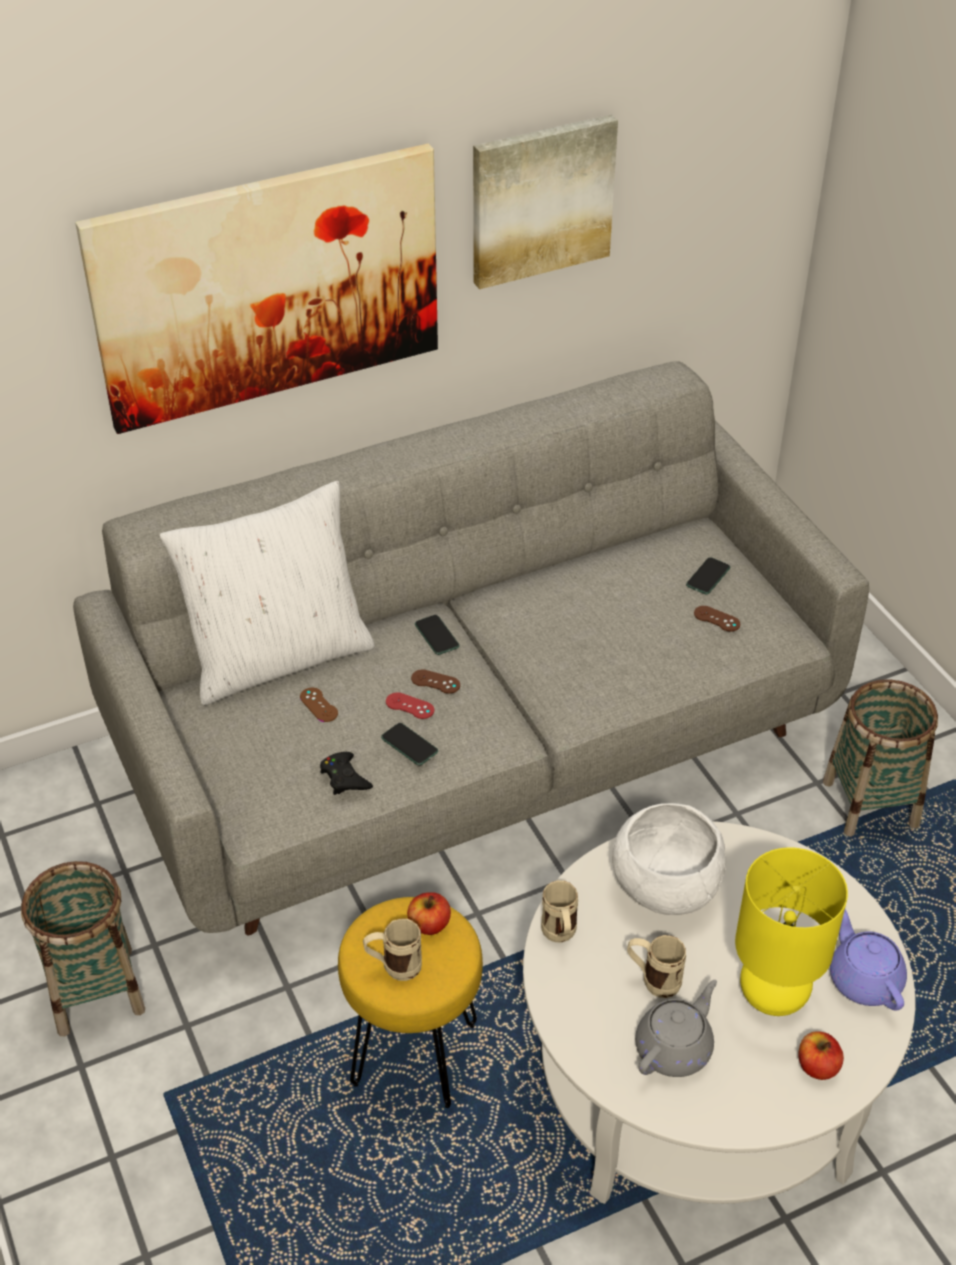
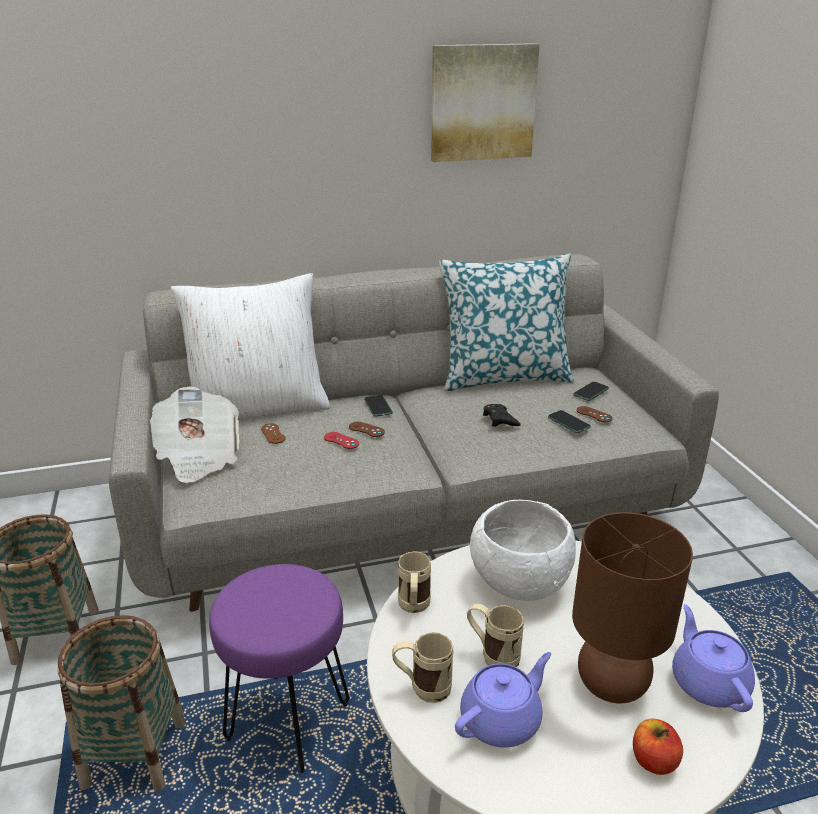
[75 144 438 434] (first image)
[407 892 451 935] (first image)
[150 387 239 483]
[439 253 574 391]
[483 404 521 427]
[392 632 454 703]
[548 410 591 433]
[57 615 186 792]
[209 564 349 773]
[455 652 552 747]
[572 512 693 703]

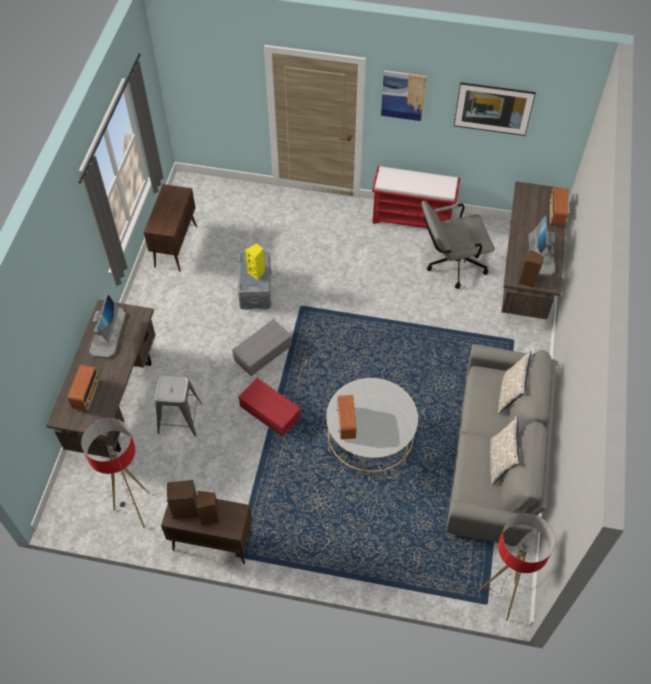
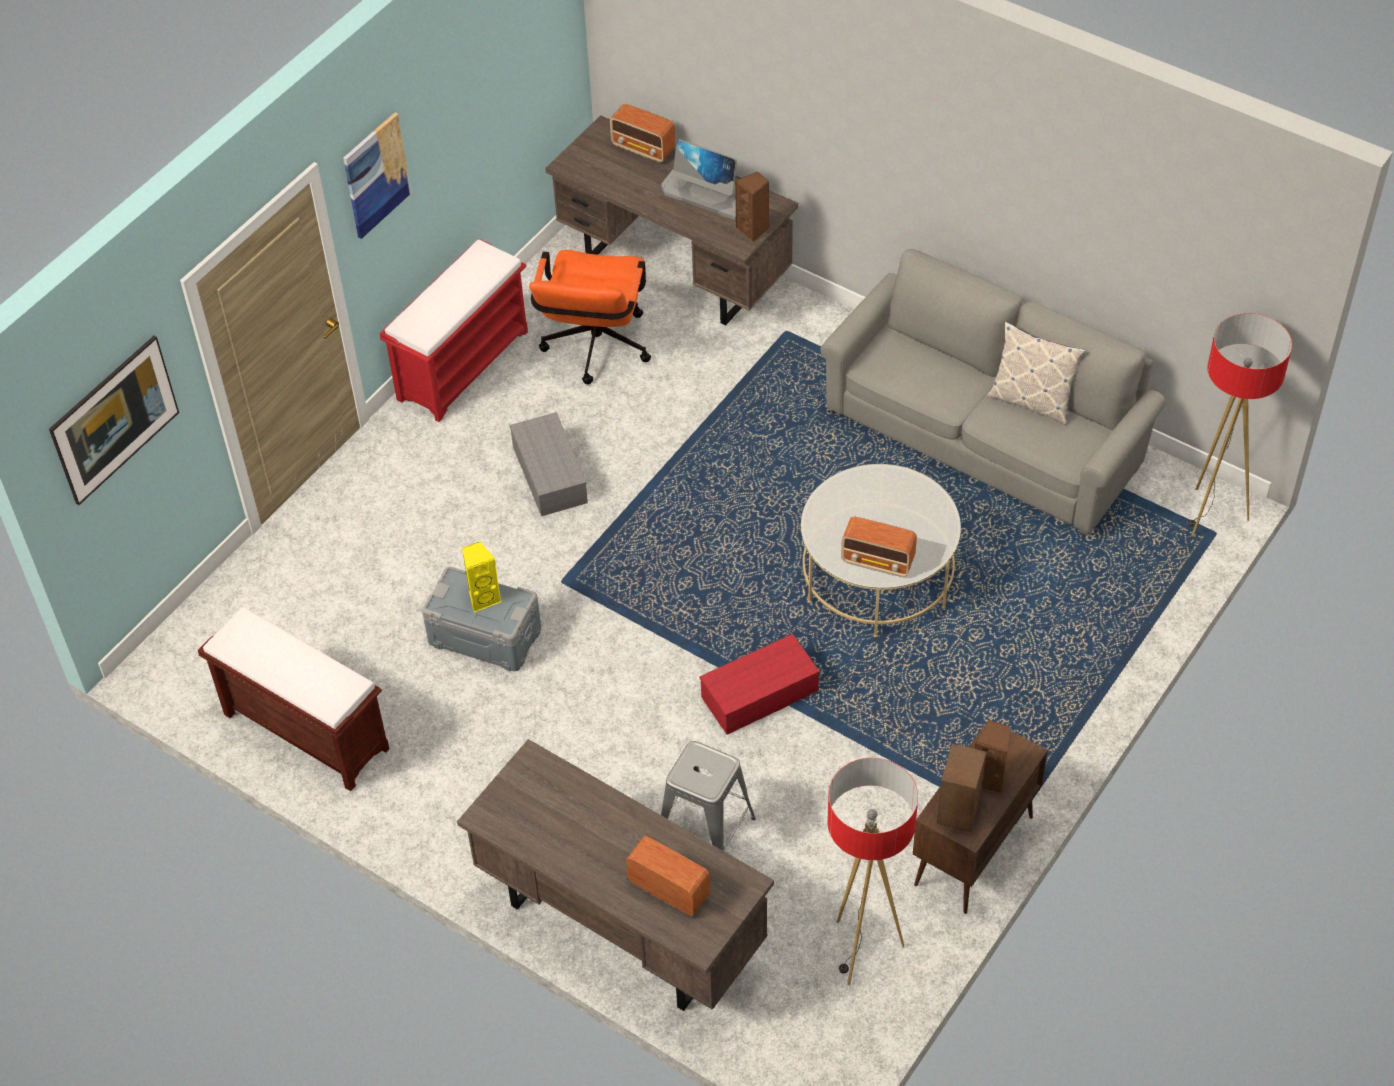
[89 295 126 359] (first image)
[498 351 531 414] (first image)
[510 412 588 516]
[49 336 179 505]
[198 607 390 791]
[529 250 651 384]

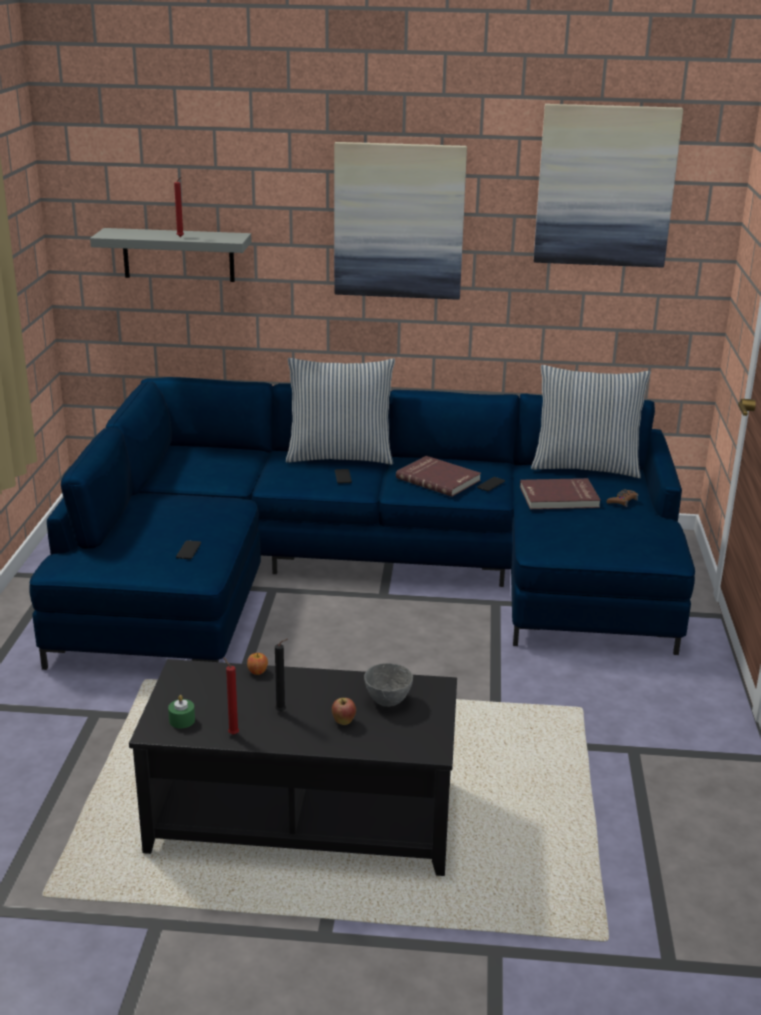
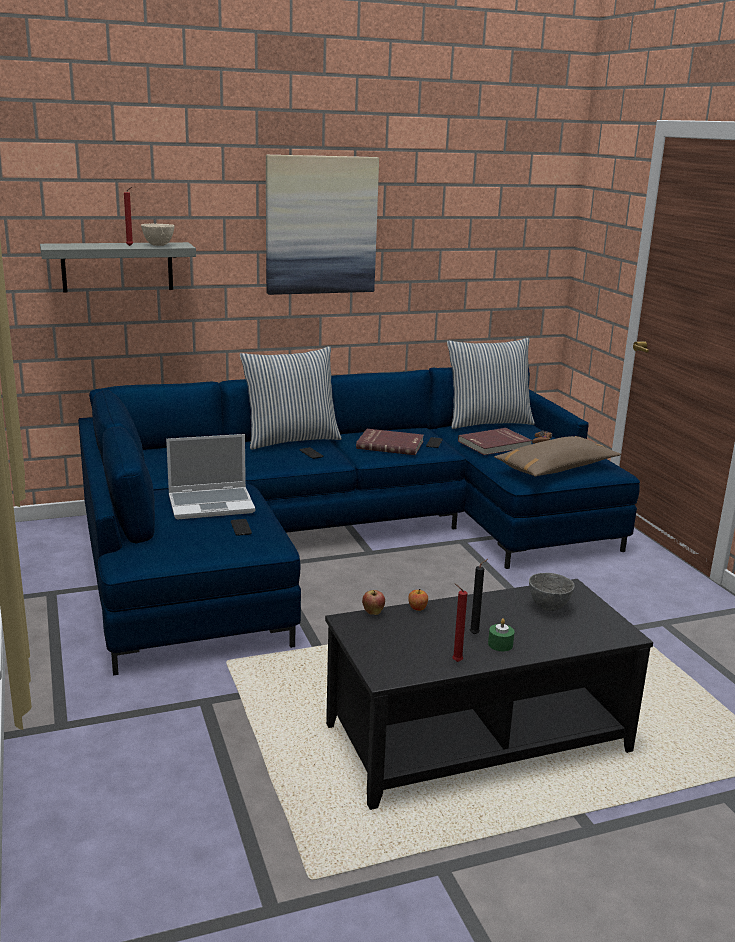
[534 104 683 268] (first image)
[141 224 175 246]
[166 434 255 519]
[494 436 621 477]
[488 618 515 651]
[362 590 385 615]

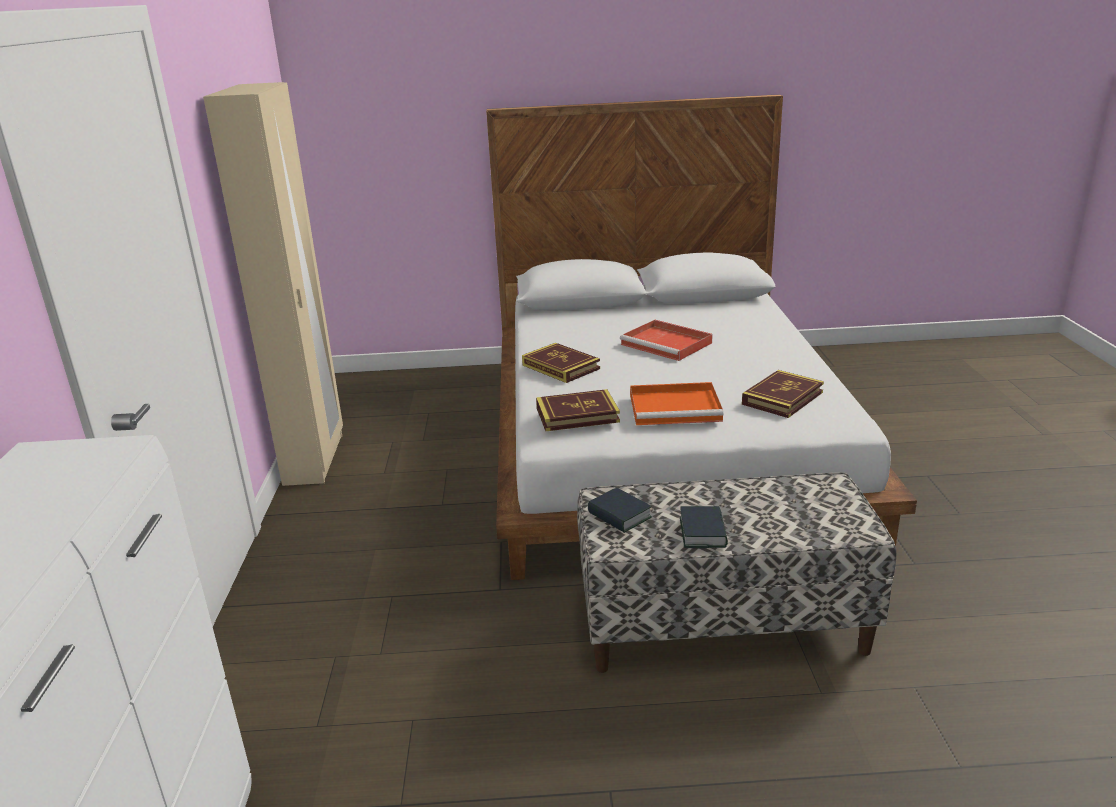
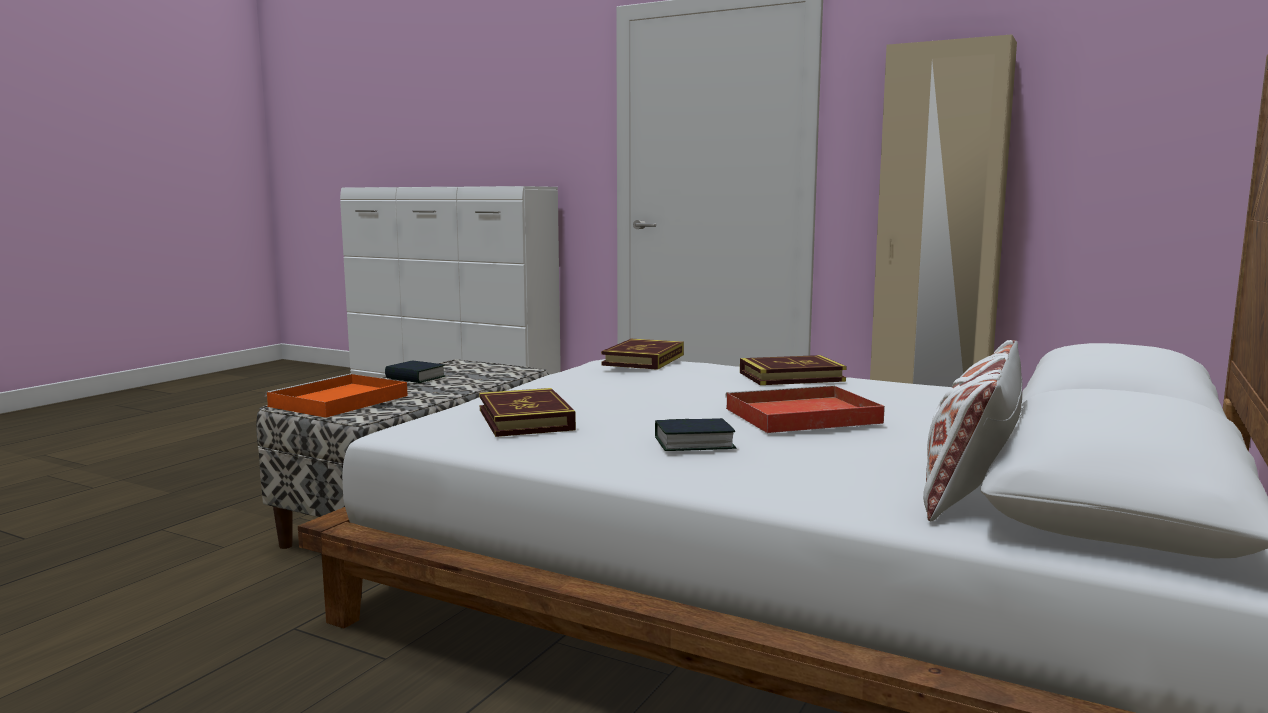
[923 340 1022 521]
[655 418 736 451]
[265 374 408 418]

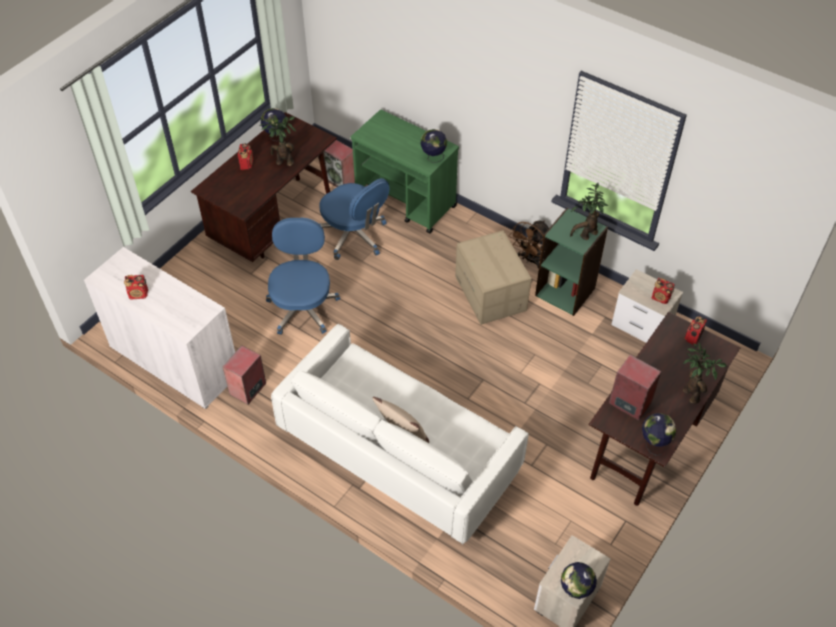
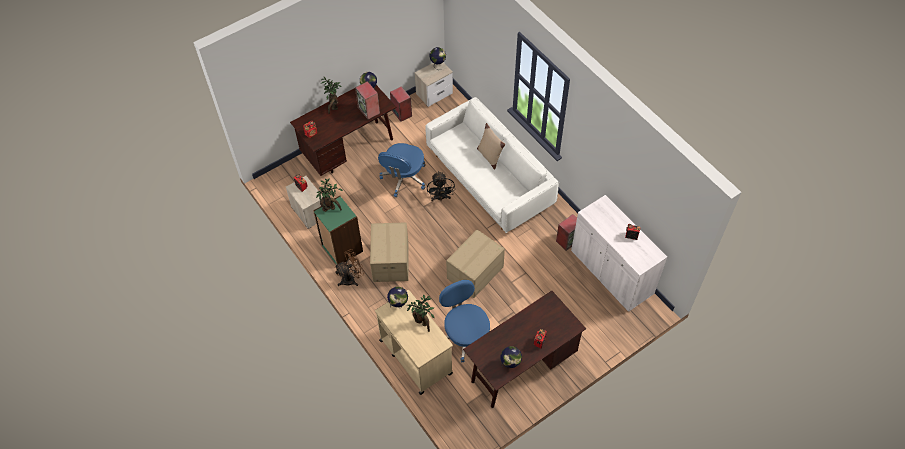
[427 171 455 201]
[446 230 505 298]
[406 294 434 332]
[378 143 426 197]
[390 86 412 122]
[375 290 453 395]

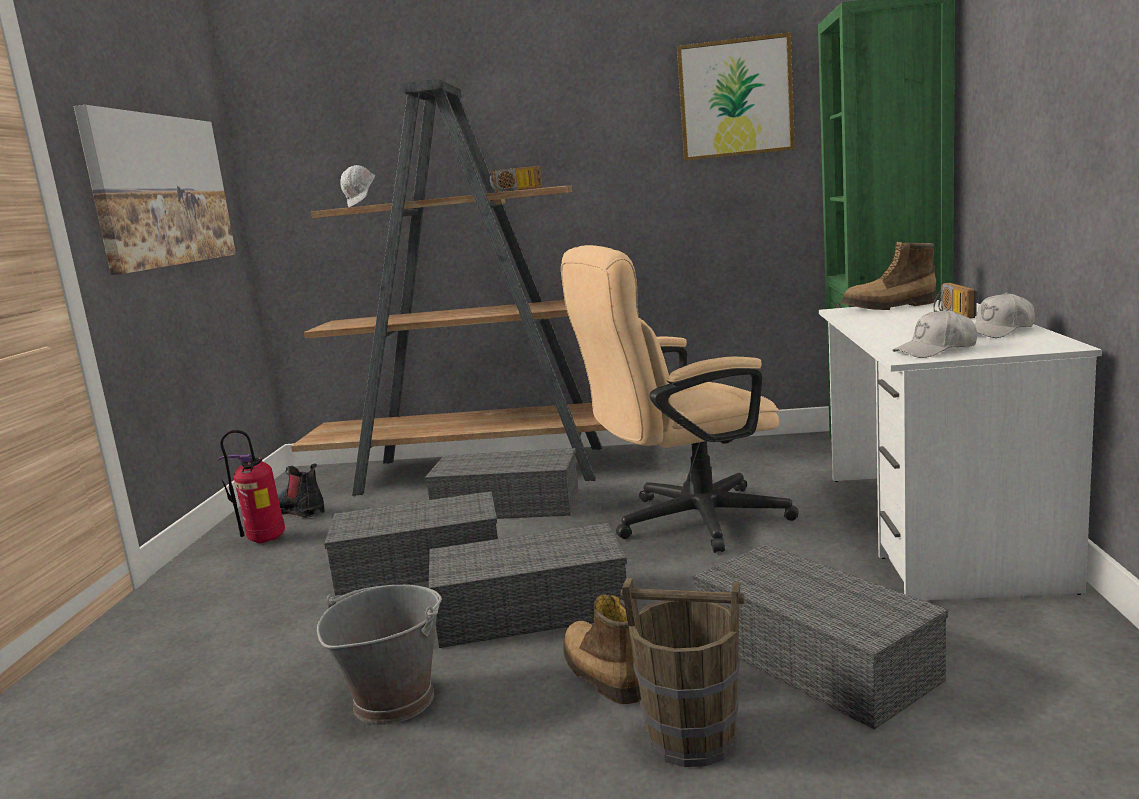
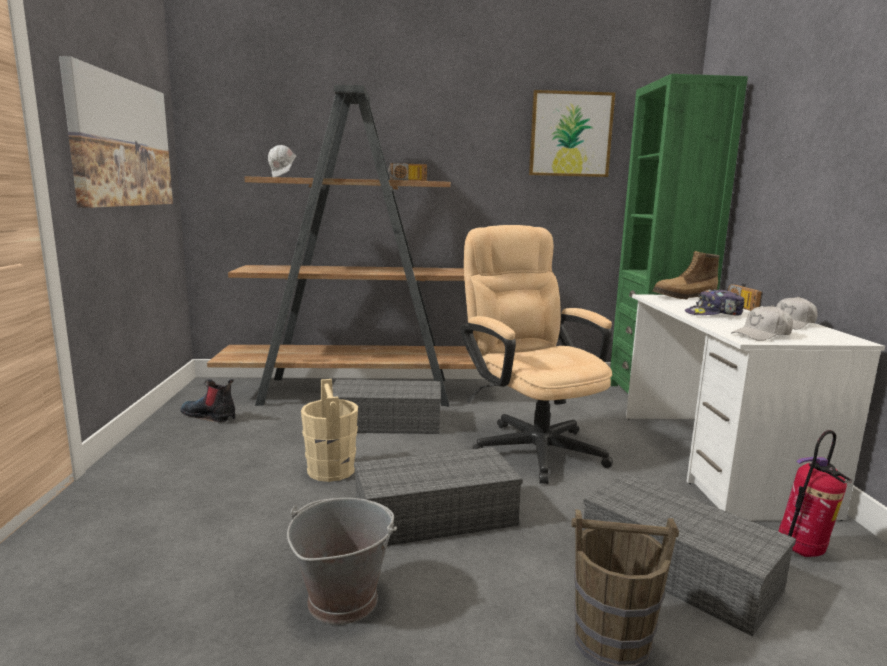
[563 594 641 704] (first image)
[685 289 744 316]
[778 430 852 557]
[301 379 358 482]
[460 225 613 484]

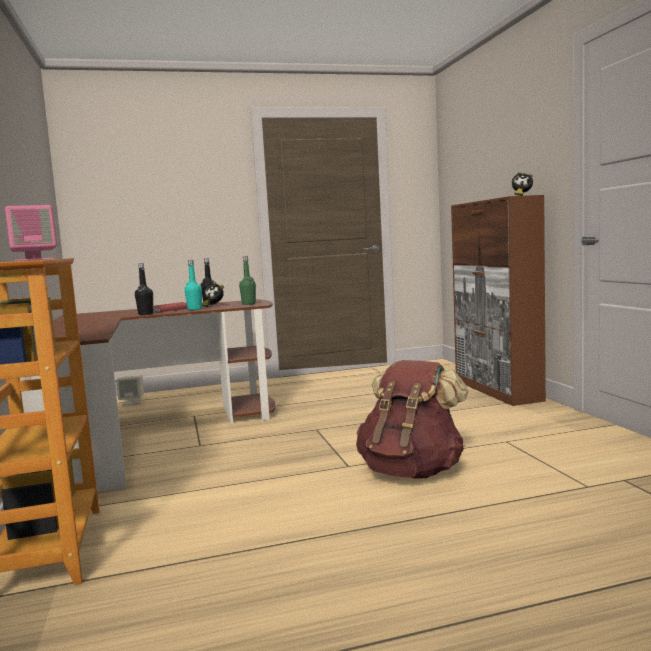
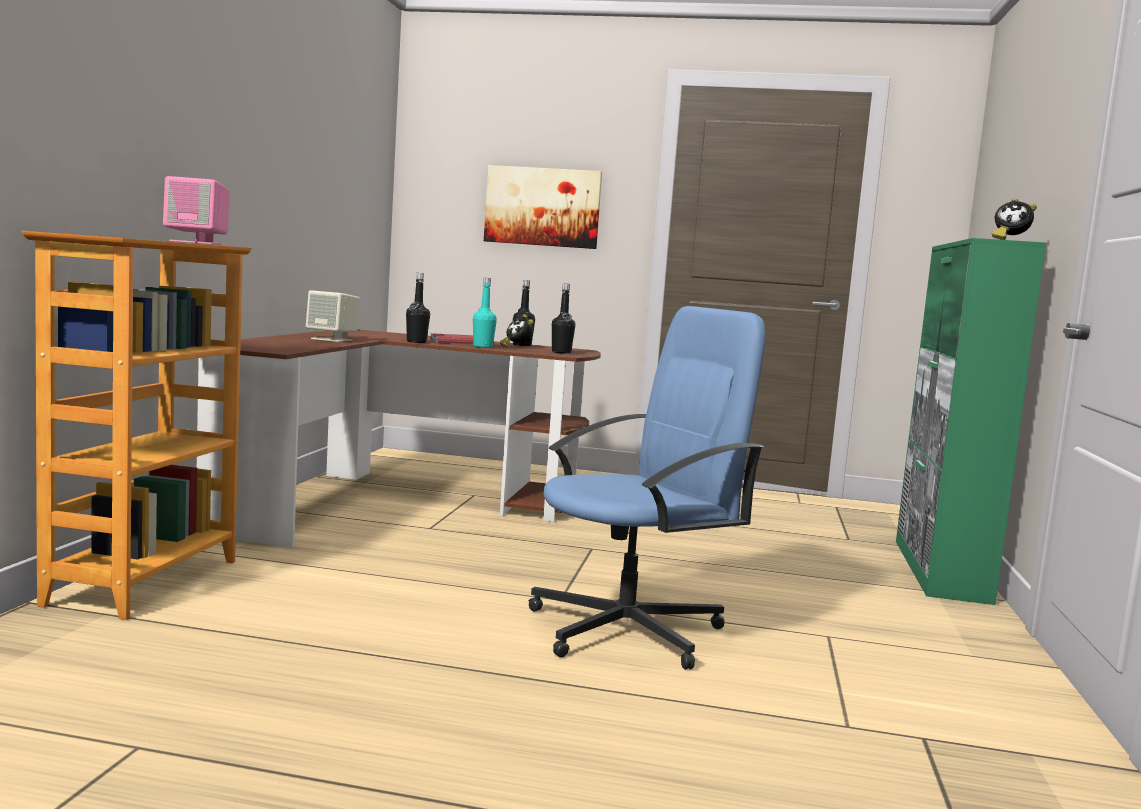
[484 165 602 249]
[306 290 360 342]
[529 306 765 670]
[552 283 575 354]
[896 238 1046 605]

